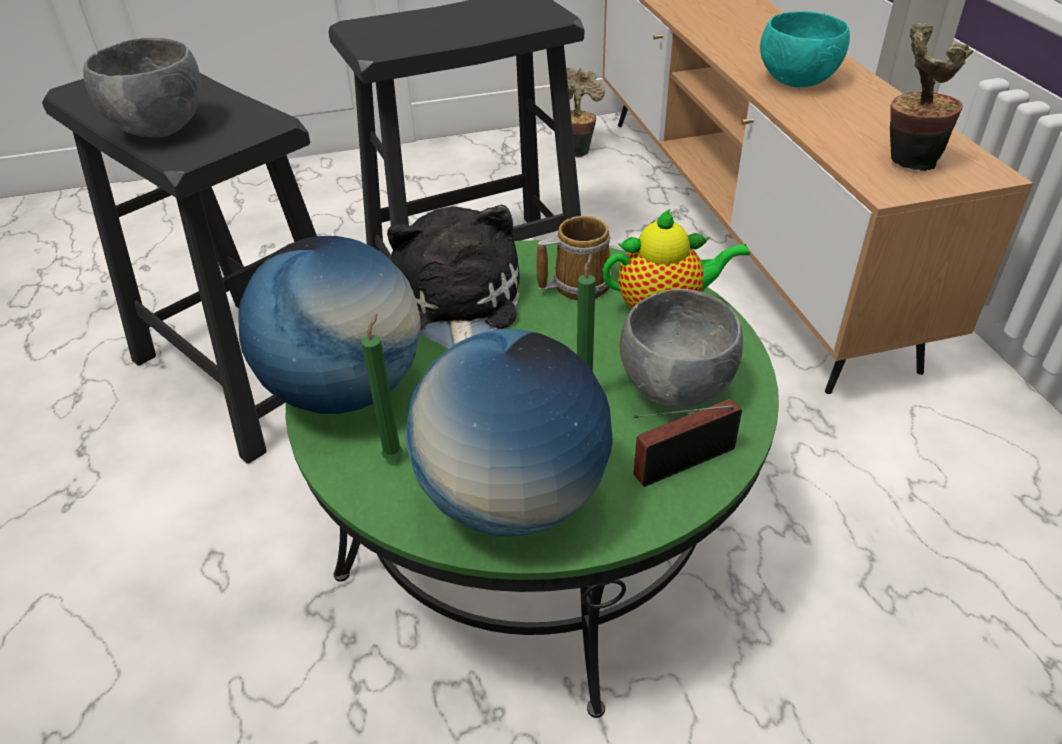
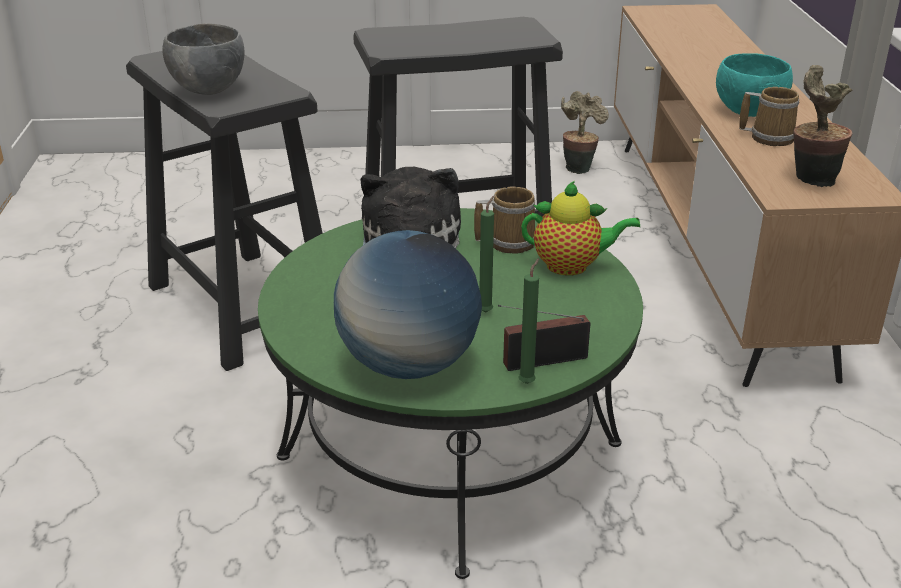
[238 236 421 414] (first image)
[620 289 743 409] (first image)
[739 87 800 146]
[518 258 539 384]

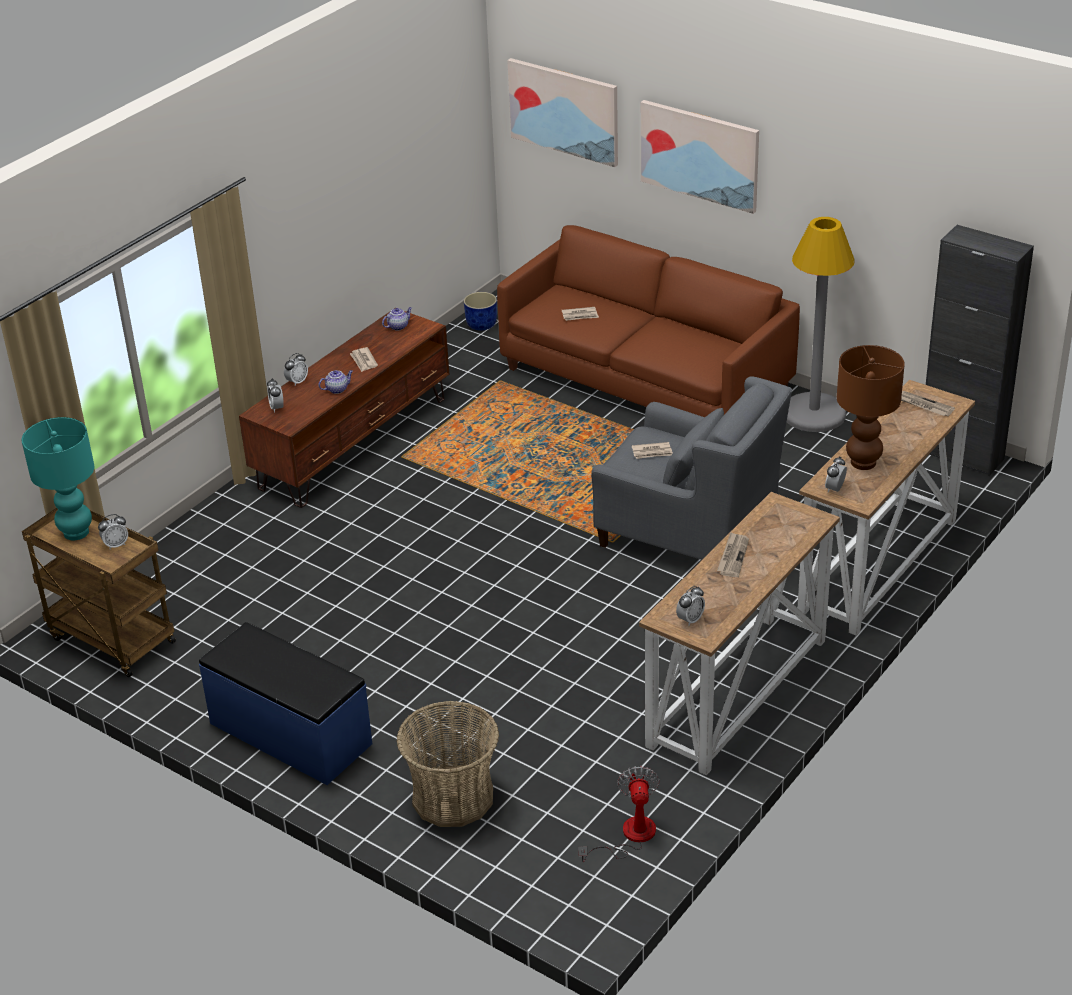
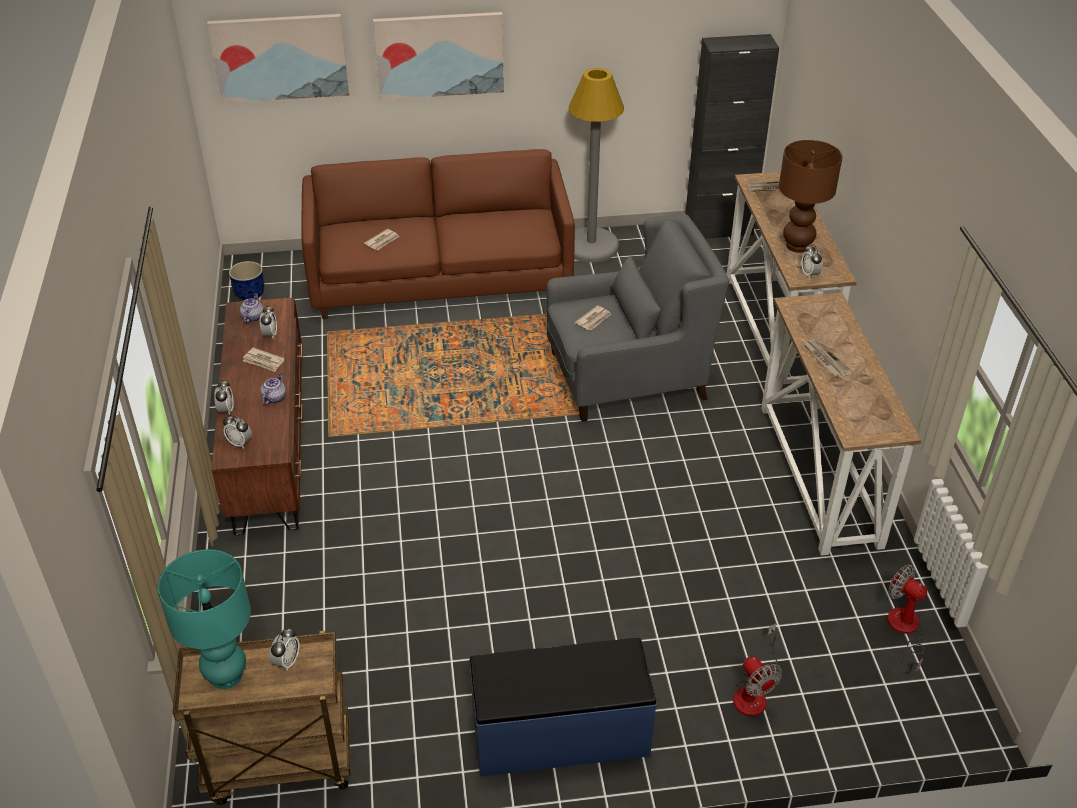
[260 306 277 338]
[733 624 782 716]

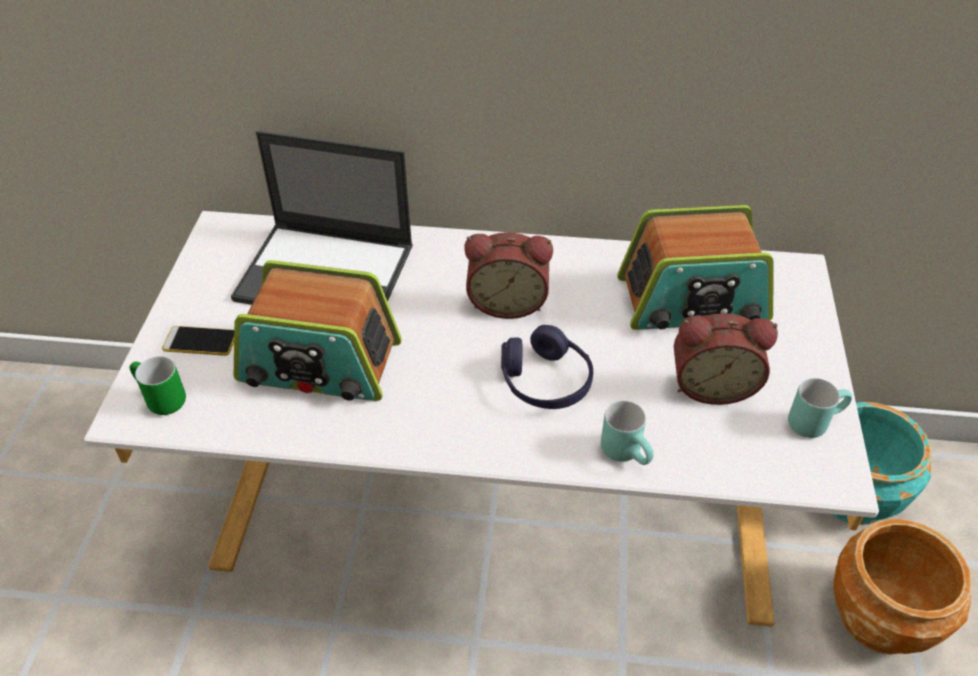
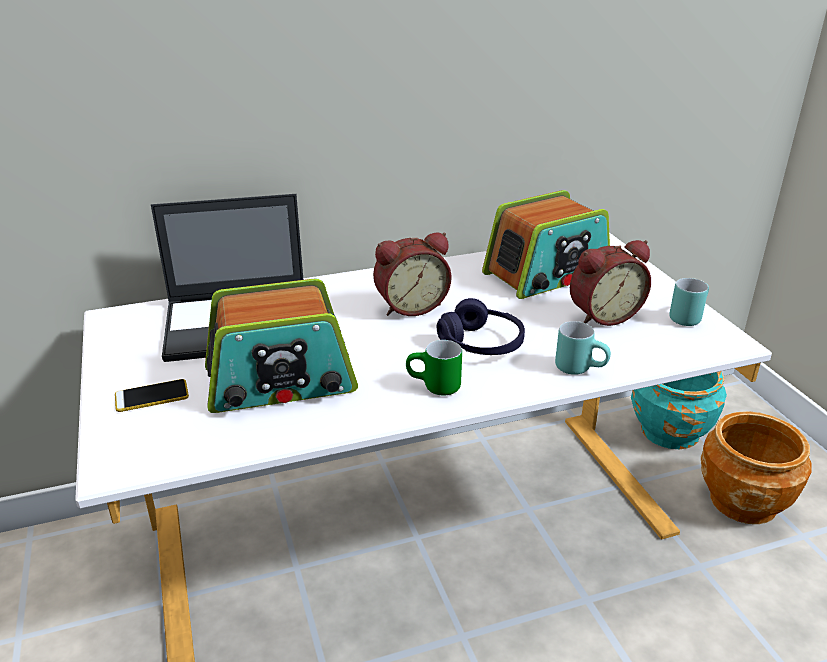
[406 340 462 396]

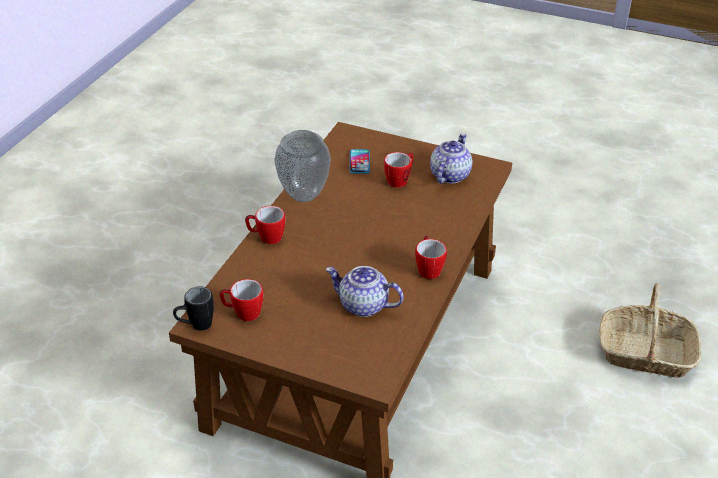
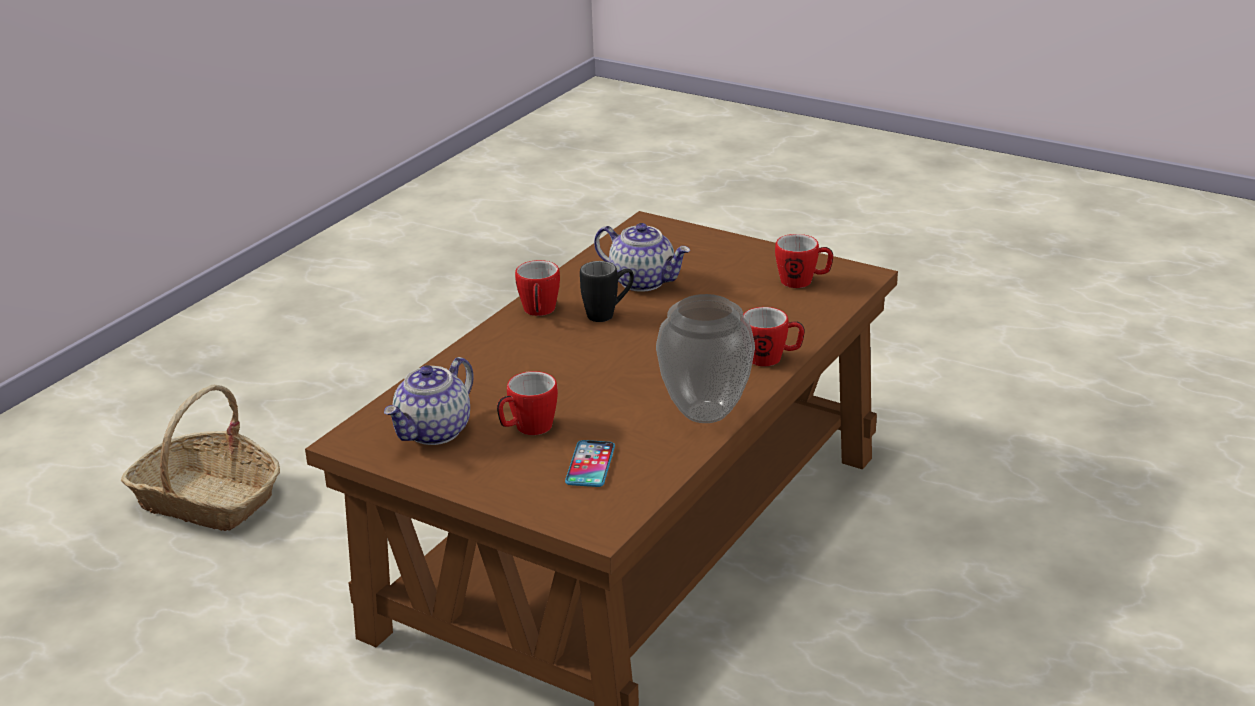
[580 261 634 322]

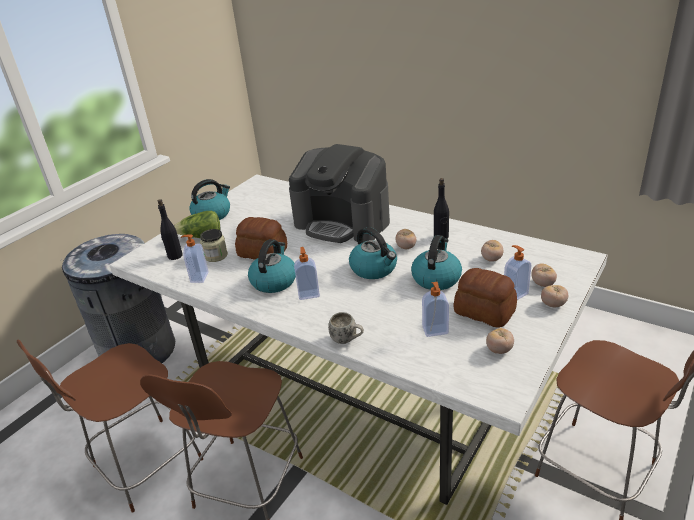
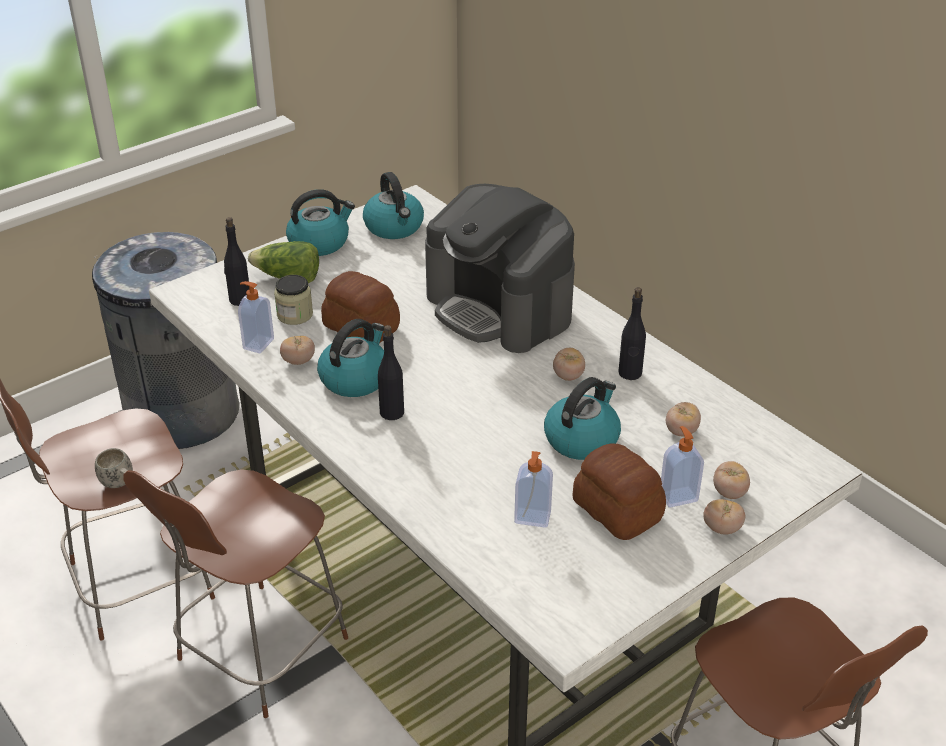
[95 448 133 488]
[363 172 424 239]
[280 336 315 365]
[378 325 404 420]

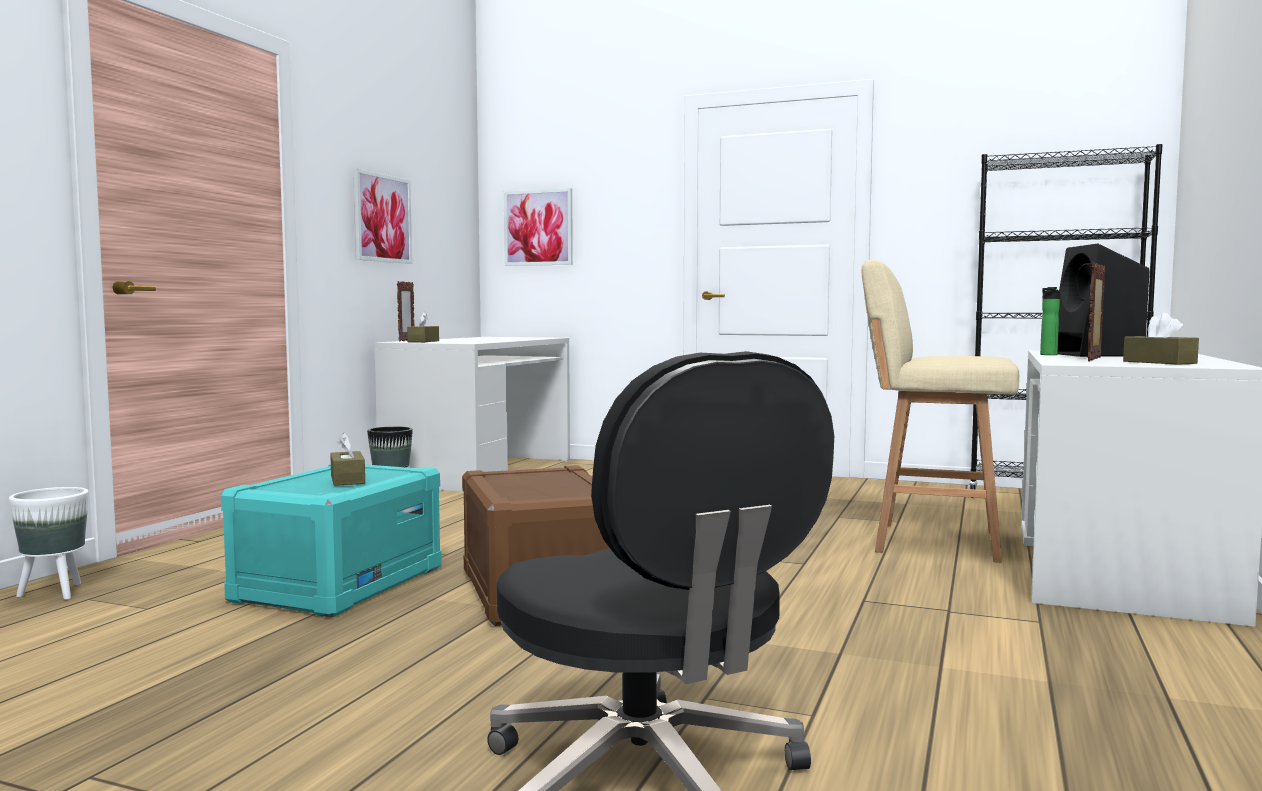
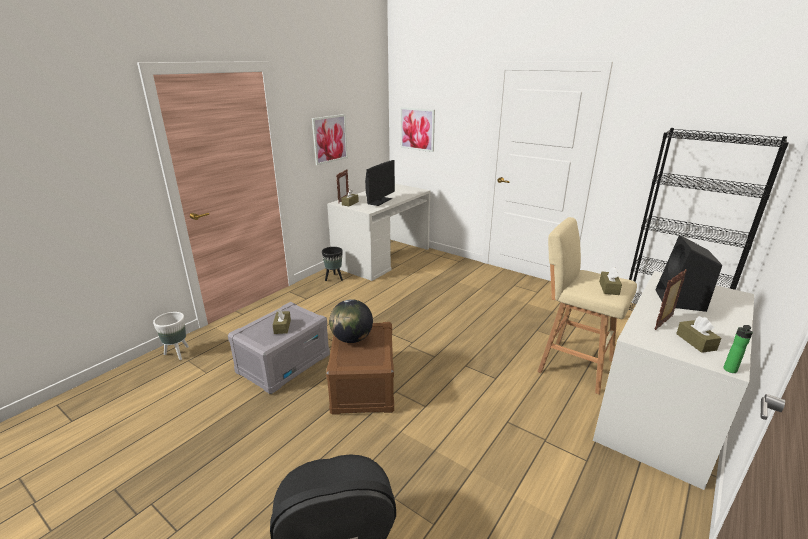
[329 299 373 343]
[365 160 395 206]
[599 267 622 295]
[723 325 753 373]
[228 302 330 394]

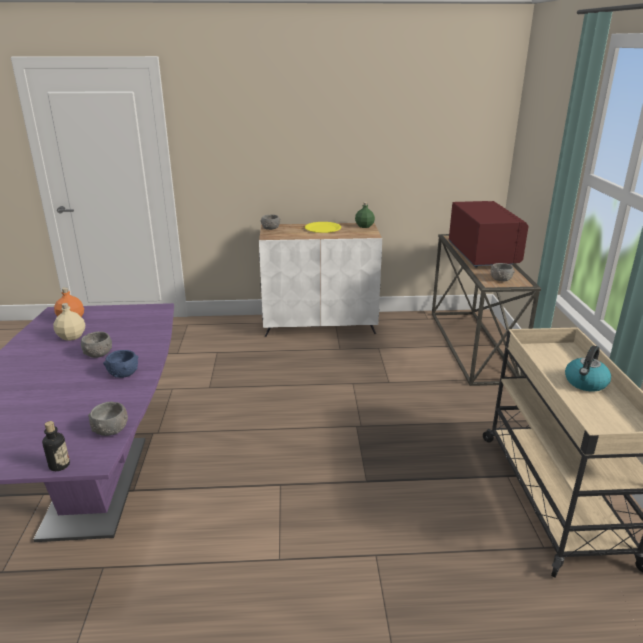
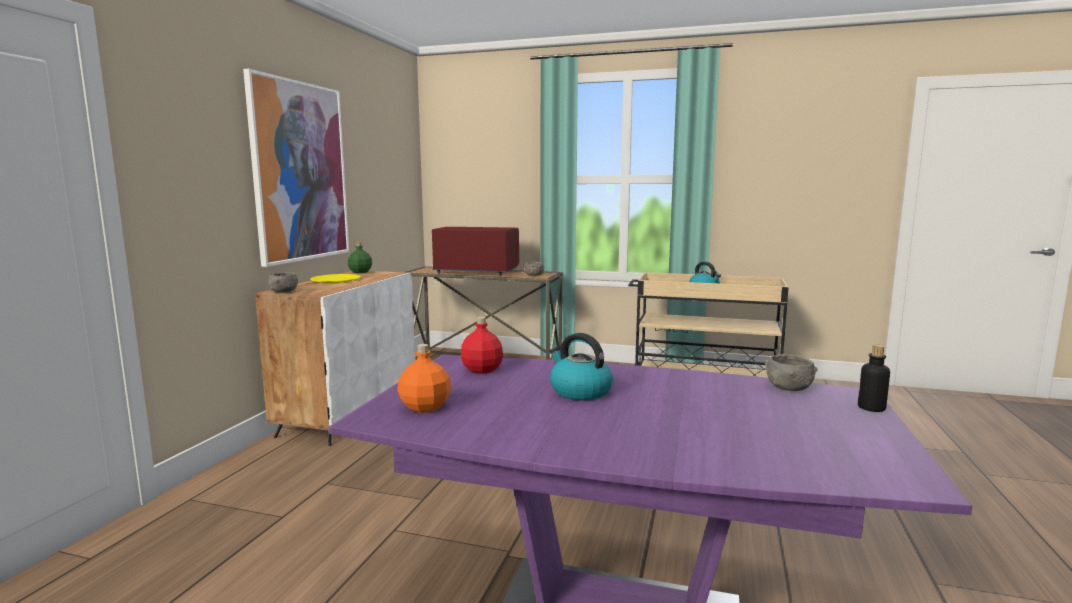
[53 303 85 341] (first image)
[103 350 139 378] (first image)
[243 69 349 267]
[461 317 503 374]
[550 333 613 400]

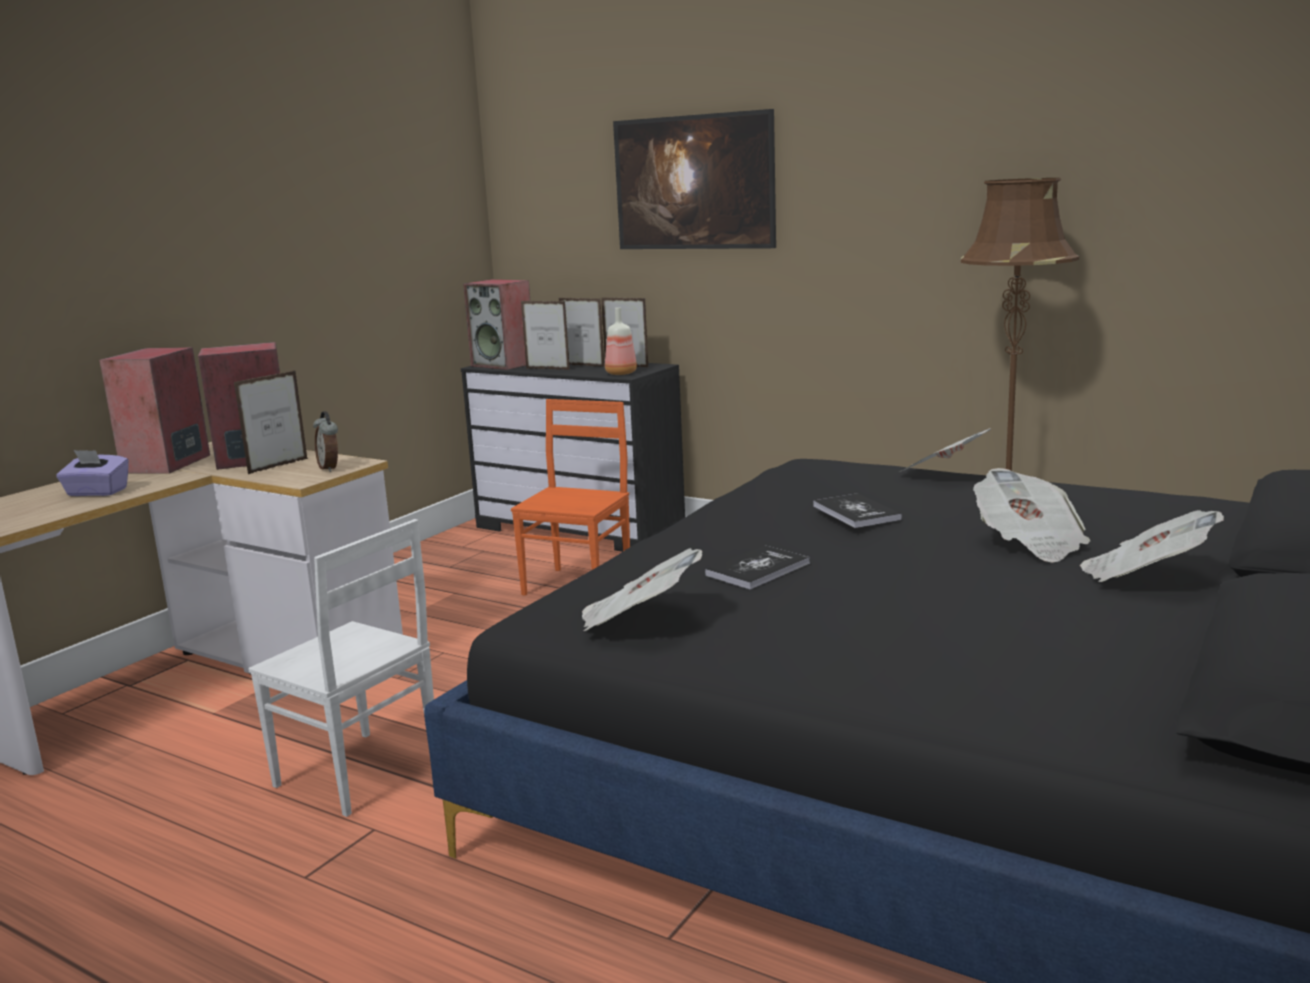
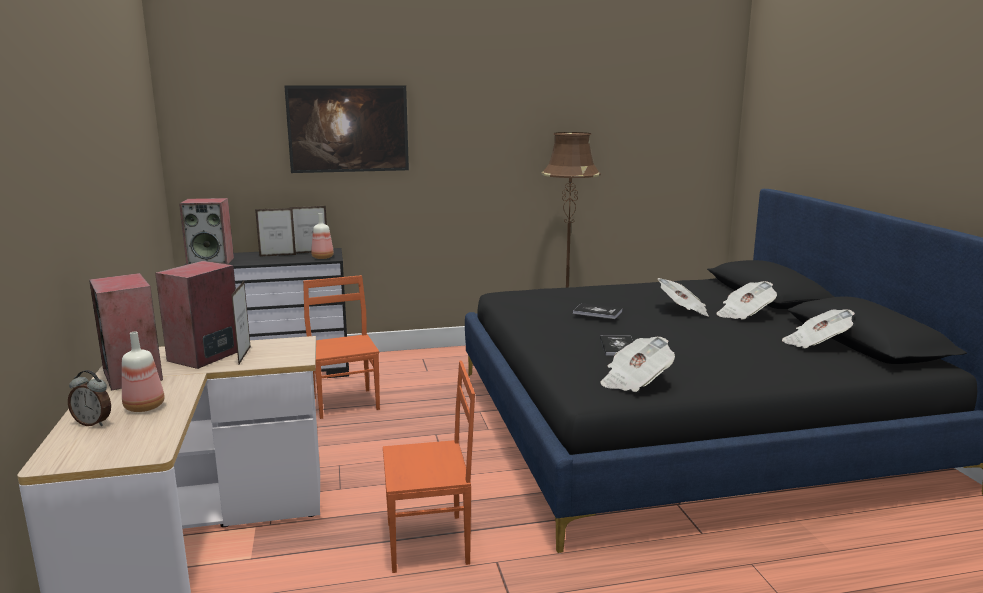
[521 301 570 370] (first image)
[68 370 111 426]
[782 309 855 348]
[122 332 165 412]
[383 361 475 573]

